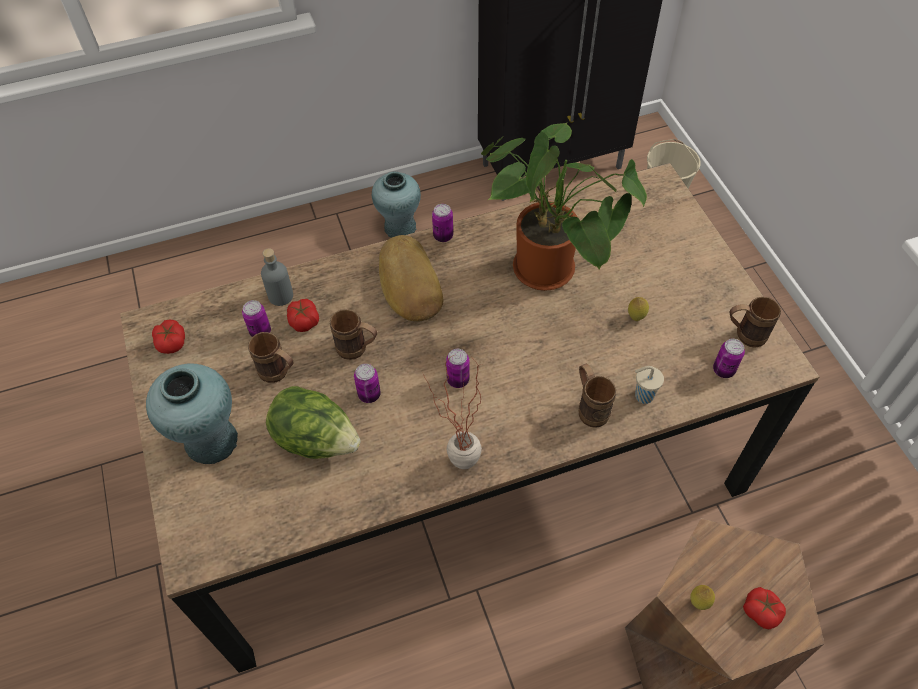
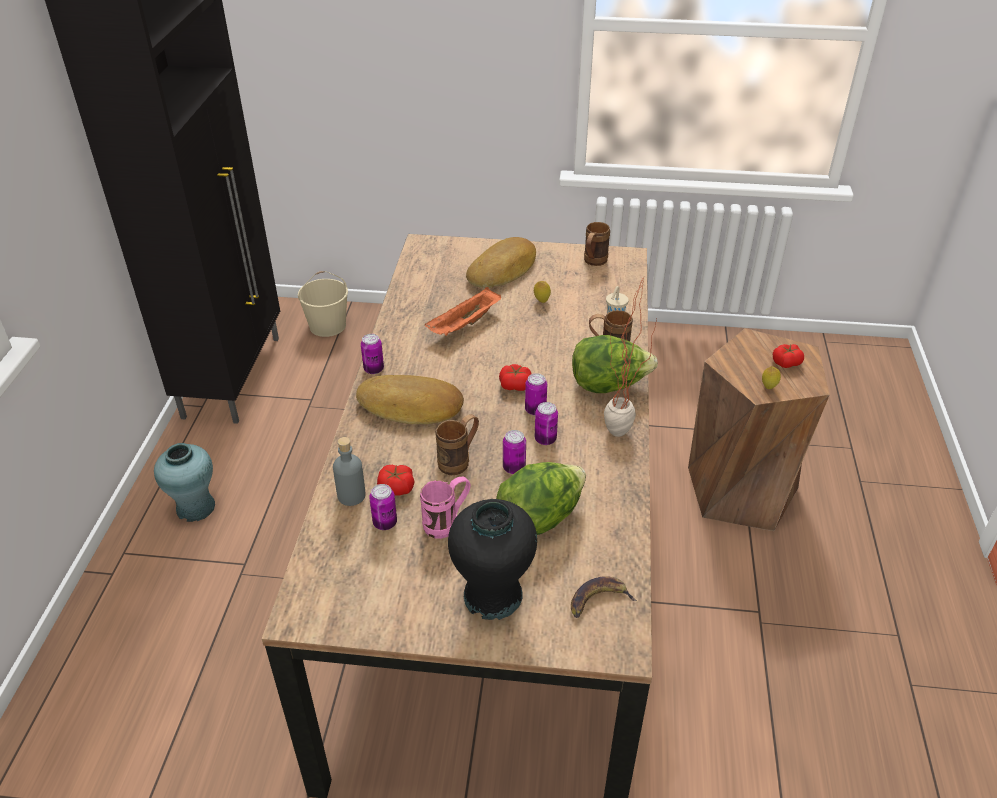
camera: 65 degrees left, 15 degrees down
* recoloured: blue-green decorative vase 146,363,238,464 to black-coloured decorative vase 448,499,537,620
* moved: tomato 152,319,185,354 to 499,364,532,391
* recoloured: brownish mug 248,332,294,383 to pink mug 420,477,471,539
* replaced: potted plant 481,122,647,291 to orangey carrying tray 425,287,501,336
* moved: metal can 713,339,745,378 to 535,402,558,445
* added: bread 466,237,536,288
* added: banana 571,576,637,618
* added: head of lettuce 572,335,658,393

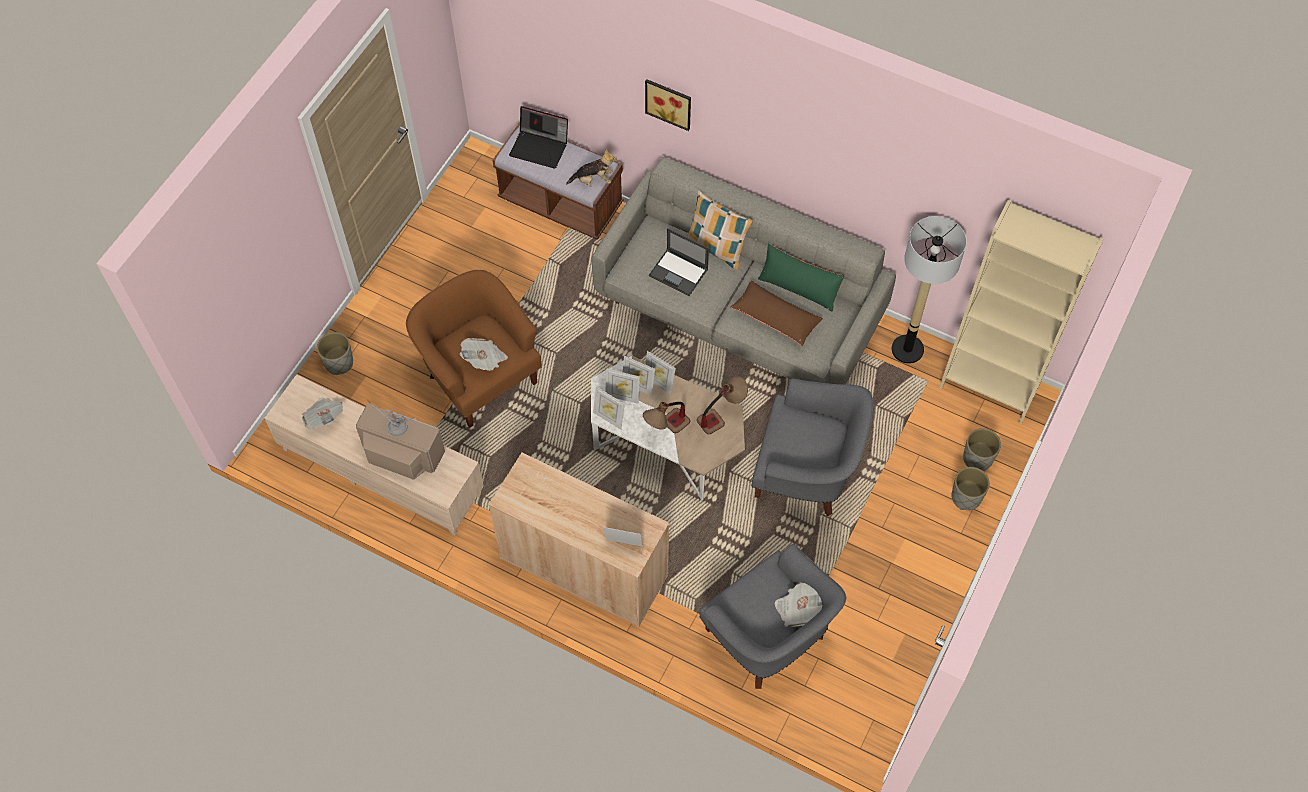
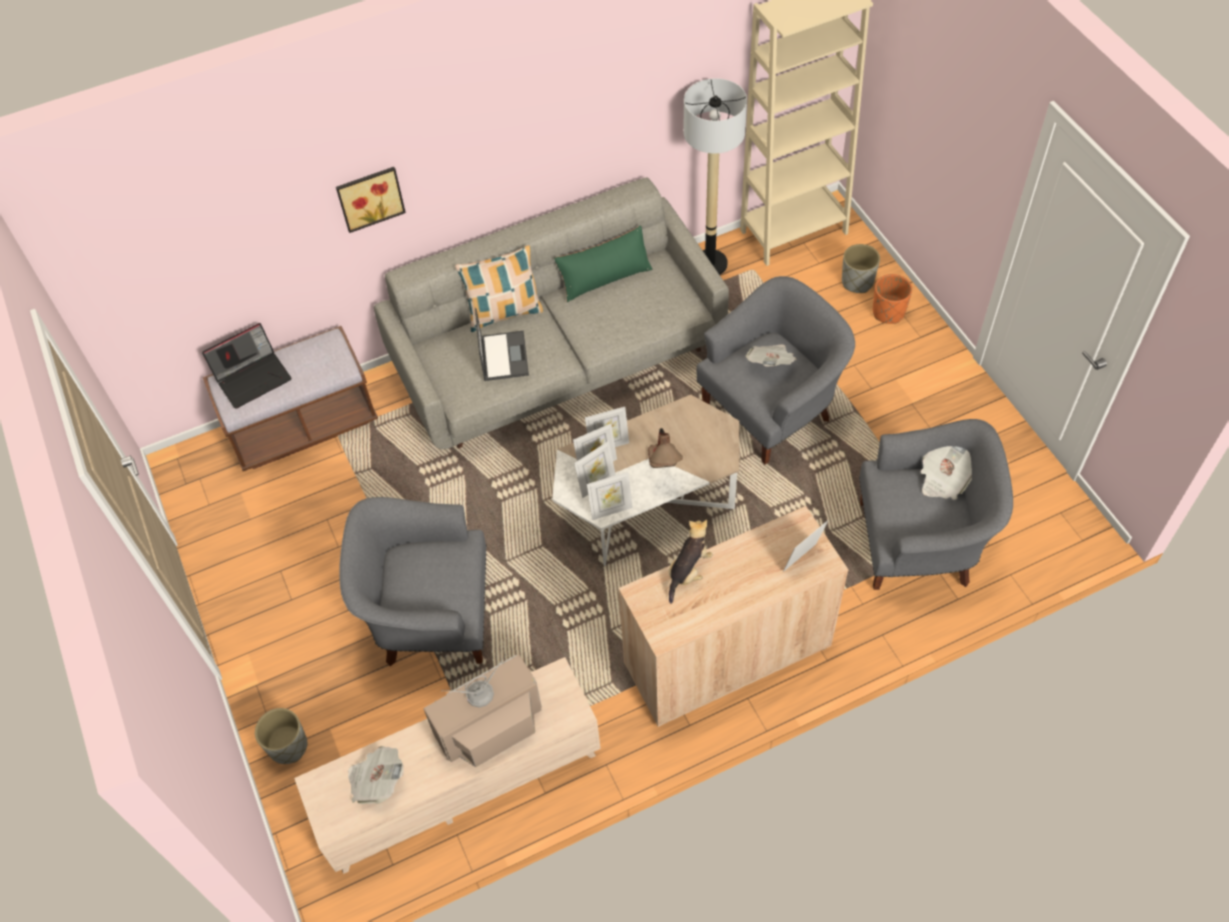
camera: 50 degrees left, 5 degrees down
* recoloured: brownish easy chair 406,270,542,428 to greyish easy chair 339,497,487,666
* moved: daily paper 459,338,508,371 to 746,344,797,367
* moved: cuddly toy 566,150,617,187 to 669,520,713,604
* turned: portable computer 649,228,709,296 = 475,308,529,381 75 degrees counterclockwise
* removed: tabletop lamp 697,376,748,434
* removed: brownish cushion 730,281,823,346
* recoloured: greyish plant pot 951,467,990,510 to orangey plant pot 873,274,912,324

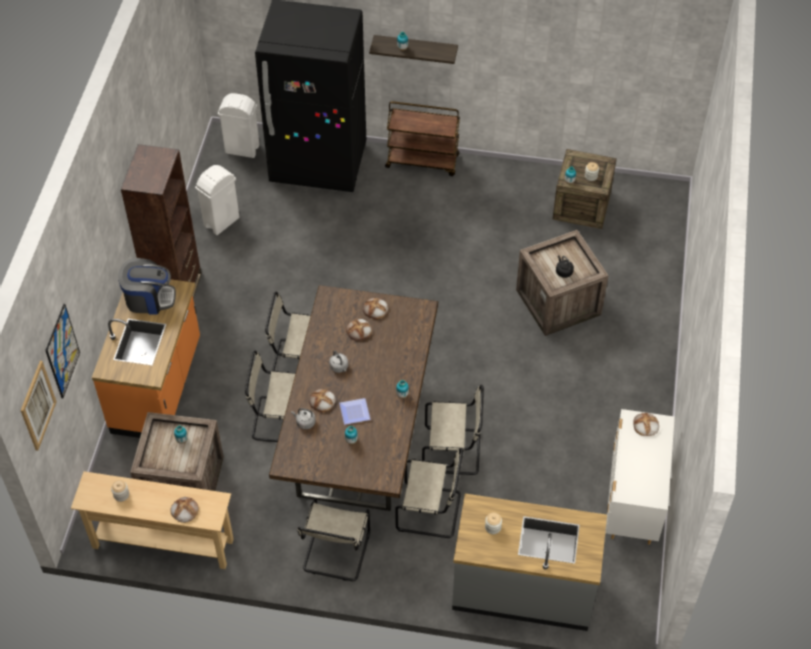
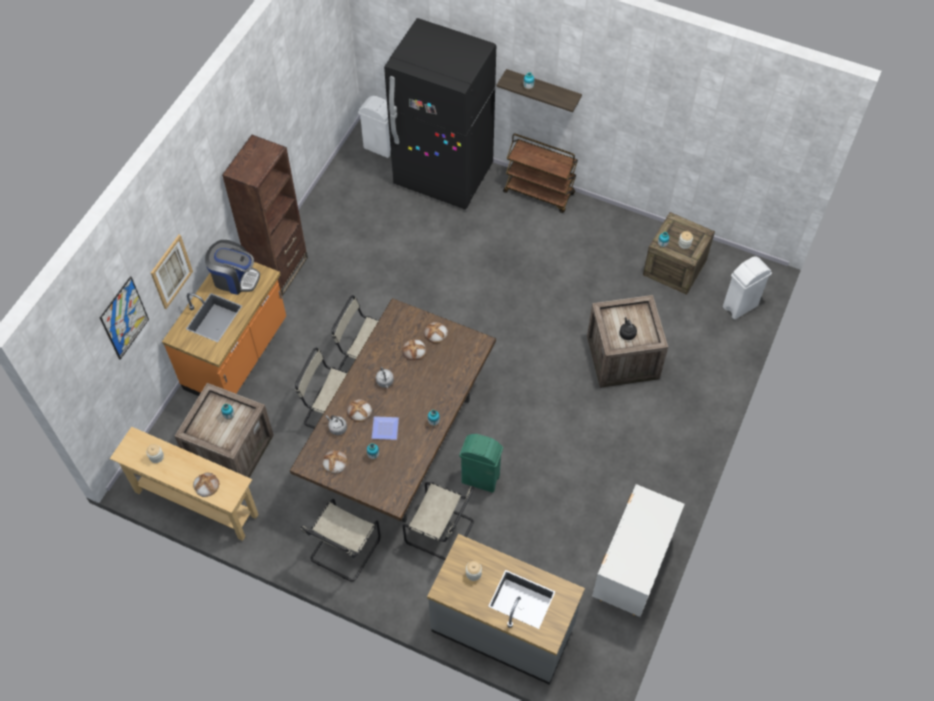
camera: 15 degrees right, 5 degrees up
* moved: picture 20,361,57,451 to 151,235,193,309
* moved: white trash can 195,165,239,235 to 723,257,772,320
* replaced: beige plain chair 422,385,484,475 to greenish trash can 459,434,503,493
* moved: bread 633,413,659,436 to 322,450,347,474

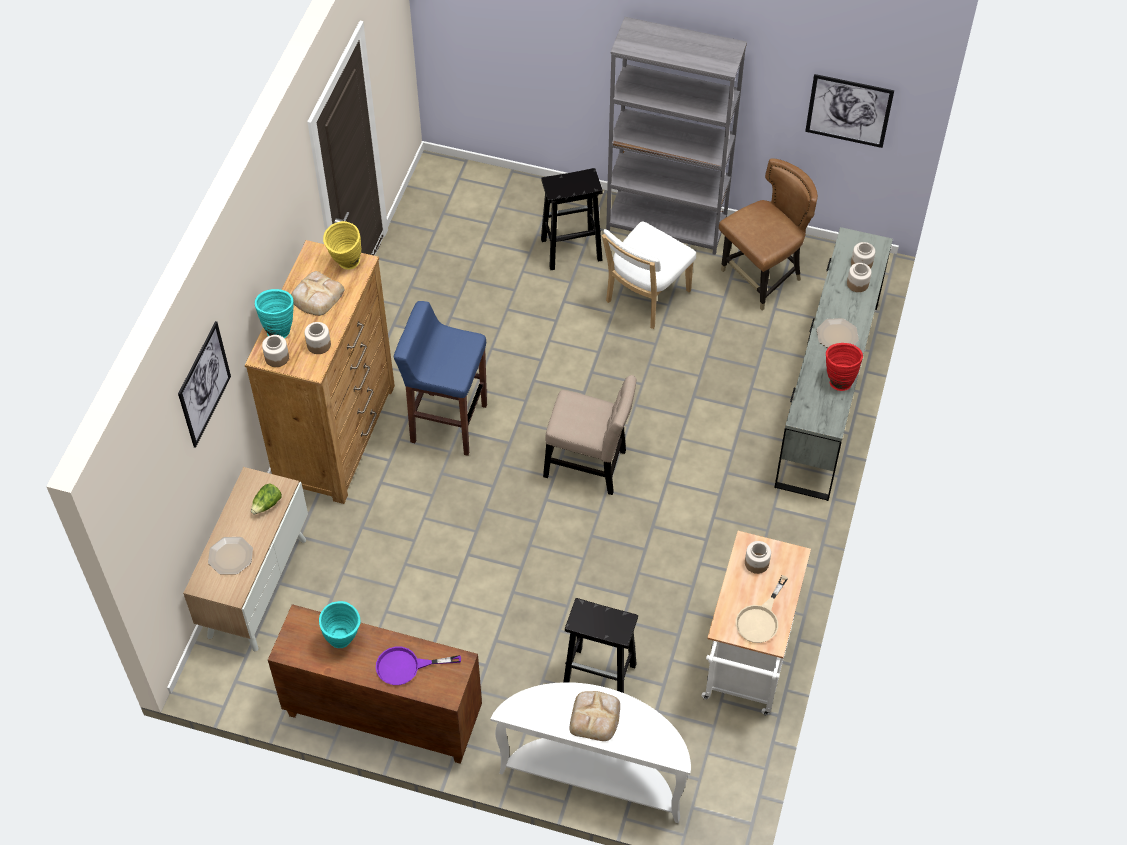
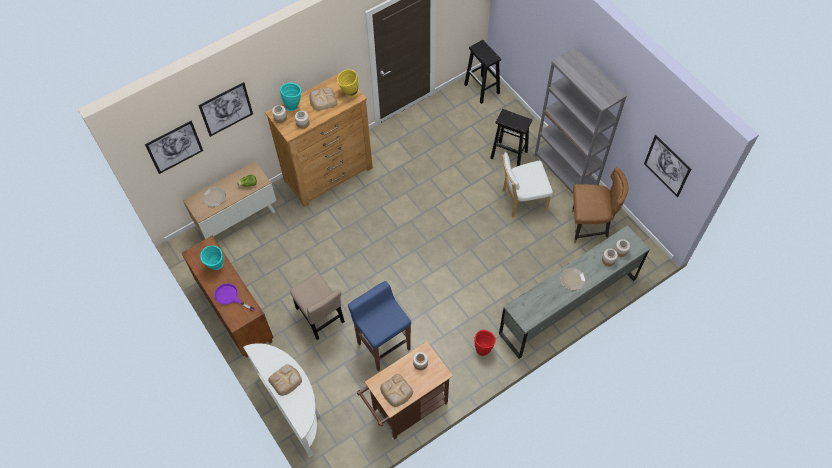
camera: 40 degrees right, 5 degrees up
* moved: blue-coloured stool 394,301,487,456 to 348,281,411,371
* moved: beige plain chair 543,375,637,495 to 290,272,345,340
* moved: black-coloured stool 563,598,638,693 to 464,40,501,104
* recoloured: white cart 702,531,811,716 to brownish cart 357,342,453,439
* replaced: beige skillet 736,575,788,643 to bread 380,374,413,407
* moved: reddish decorative vase 826,343,863,391 to 475,330,496,356
* added: picture 145,121,203,174

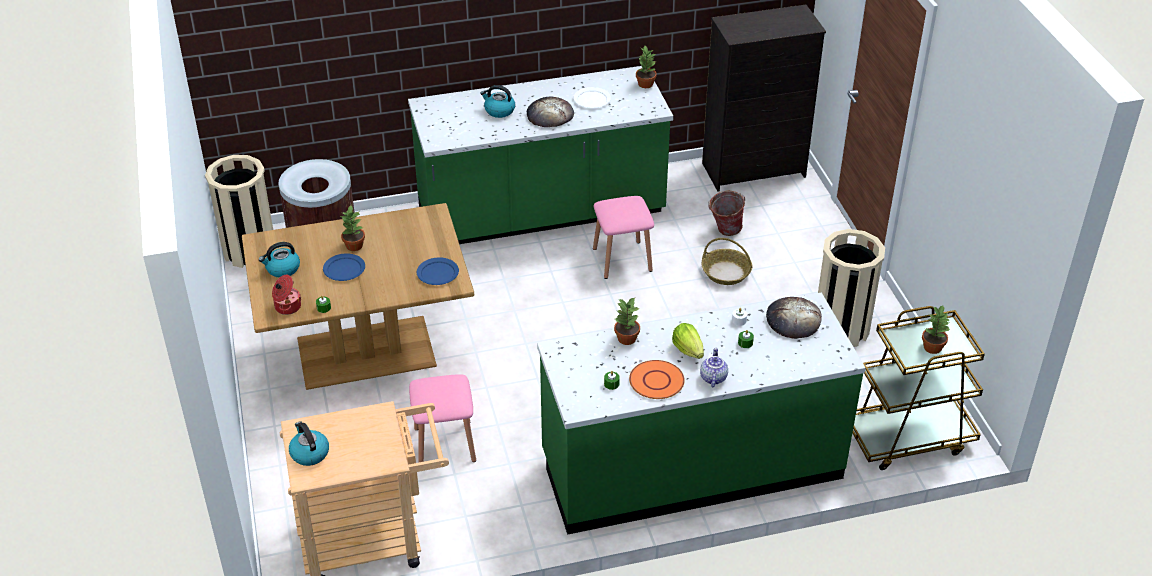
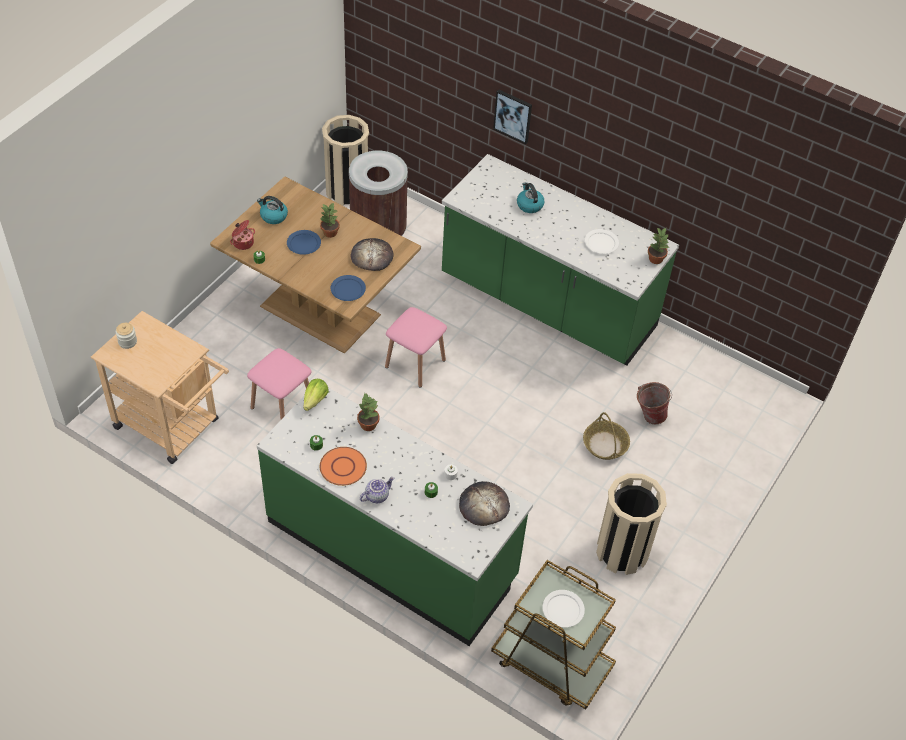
camera: 45 degrees right, 10 degrees up
* replaced: water kettle 289,421,329,466 to preserve jar 116,323,137,349
* moved: bread 527,97,574,127 to 350,238,394,271
* moved: pink stool 593,196,654,279 to 385,307,447,388
* moved: head of lettuce 672,323,704,359 to 303,379,329,411
* removed: black-coloured dresser 702,5,826,191
* replaced: potted plant 922,306,950,354 to white flat dish 543,590,585,628
* added: picture 493,89,532,144

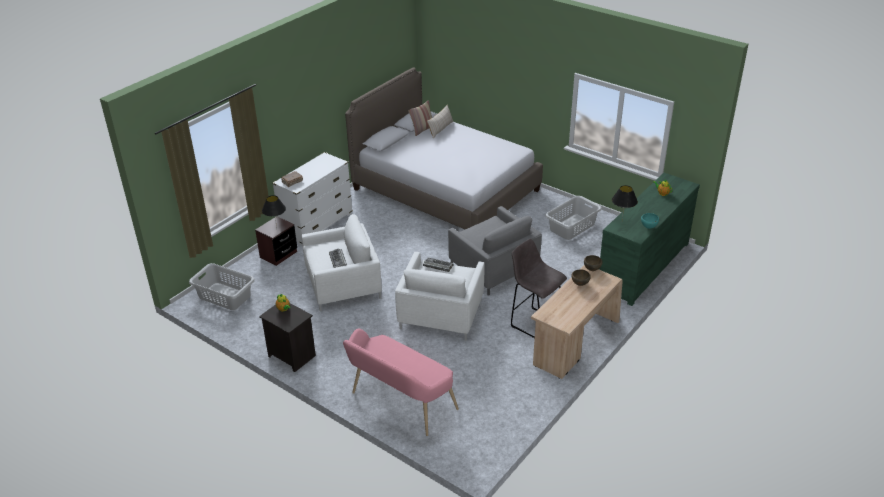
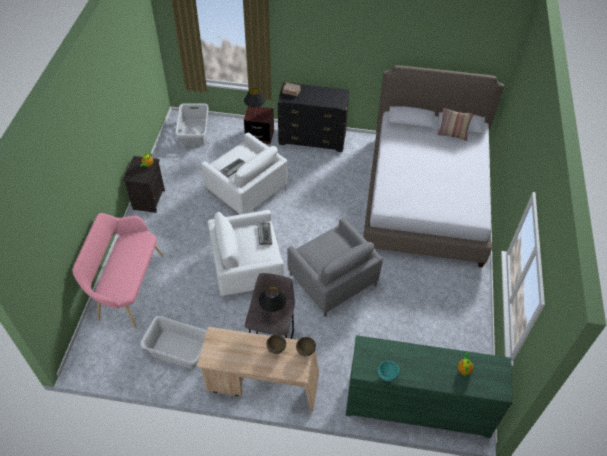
camera: 60 degrees right, 15 degrees up
* recoloured: white dresser 273,152,353,246 to black-coloured dresser 277,82,350,152
* removed: beige cushion 427,105,453,139
* turned: greyish easy chair 448,206,542,296 = 287,218,383,317 60 degrees counterclockwise
* moved: greyish hamper 545,196,602,240 to 140,316,207,369
* moved: black-coloured tabletop lamp 612,185,638,219 to 258,286,286,312

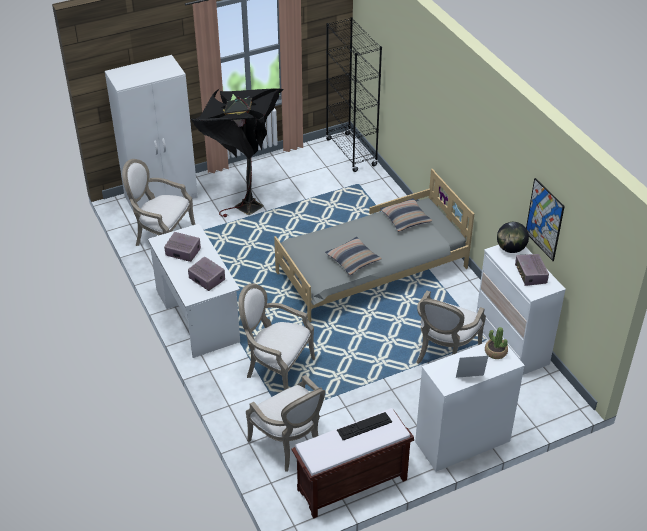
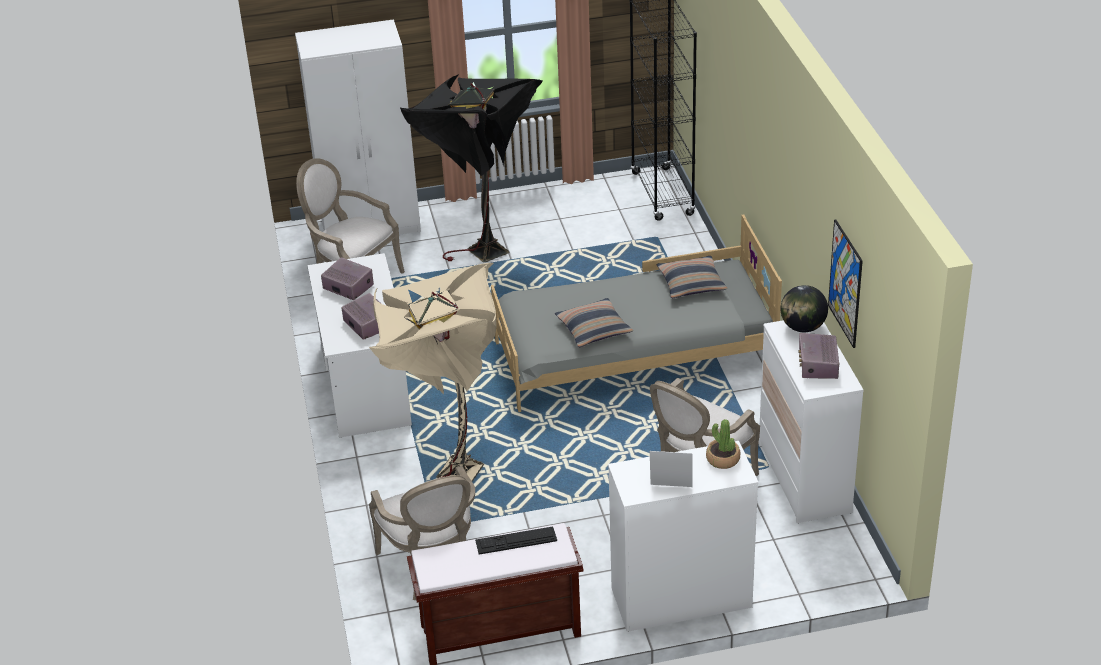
camera: 15 degrees right, 5 degrees down
* replaced: easy chair 238,283,315,390 to beige floor lamp 369,263,496,482

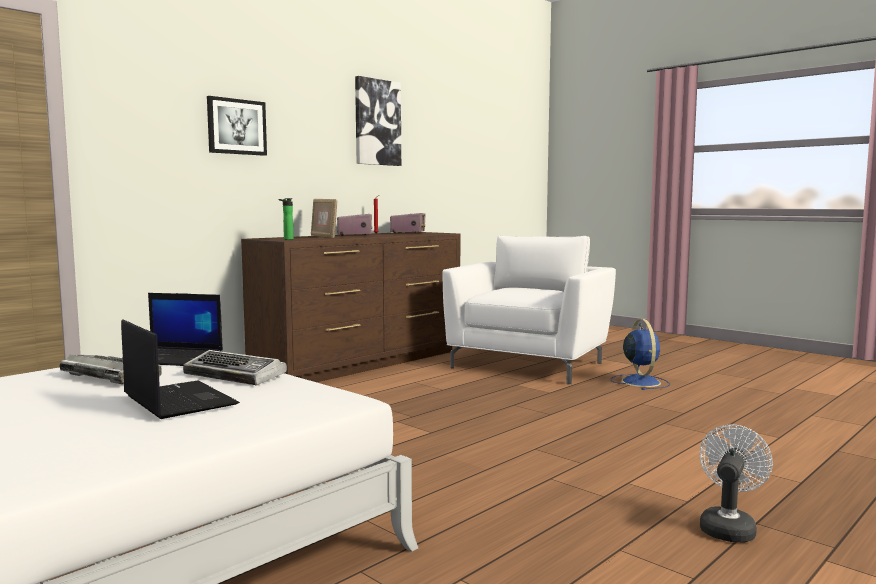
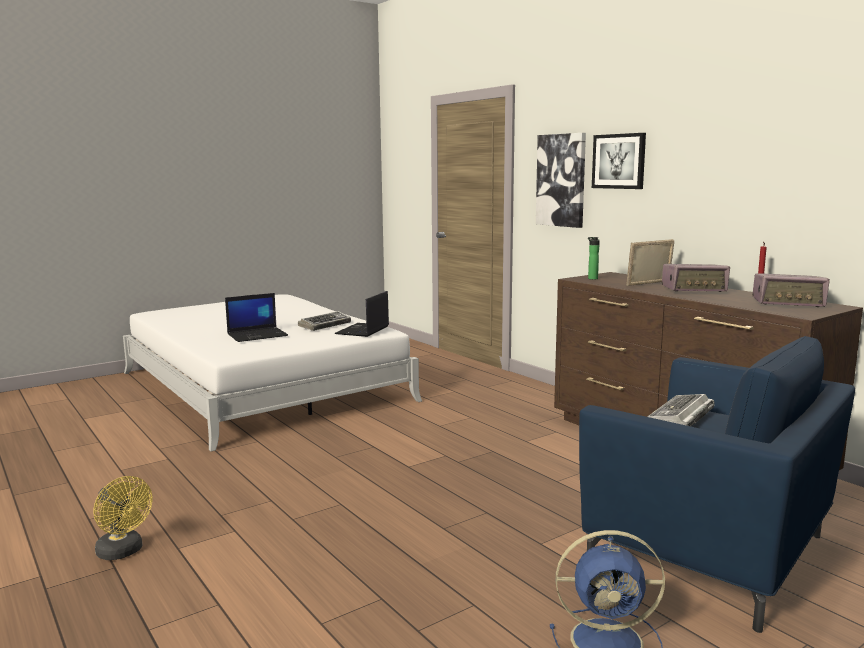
camera: 100 degrees right, 5 degrees up
* moved: computer keyboard 183,350,287,386 to 647,394,715,426
* moved: picture 355,76,401,166 to 536,133,586,228
* recoloured: white easy chair 442,235,616,385 to blue-coloured easy chair 579,336,855,633
* recoloured: white electric fan 699,424,773,542 to yellow electric fan 94,476,152,560

